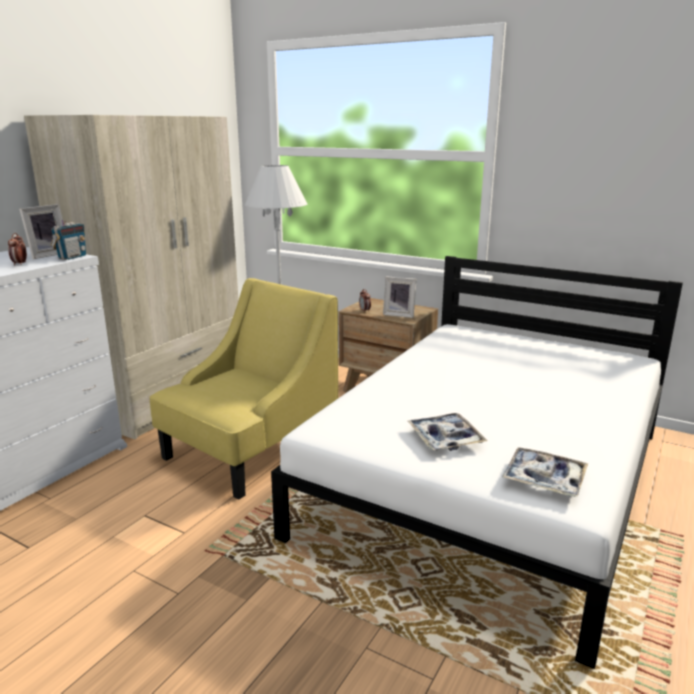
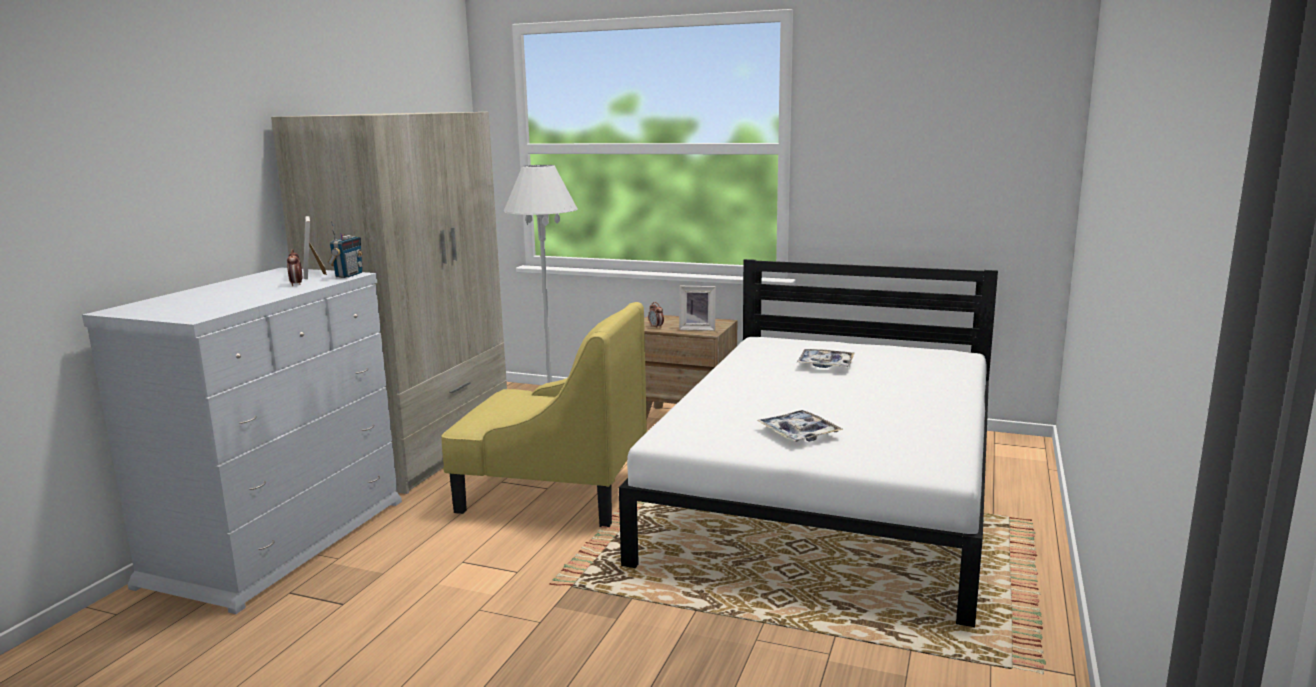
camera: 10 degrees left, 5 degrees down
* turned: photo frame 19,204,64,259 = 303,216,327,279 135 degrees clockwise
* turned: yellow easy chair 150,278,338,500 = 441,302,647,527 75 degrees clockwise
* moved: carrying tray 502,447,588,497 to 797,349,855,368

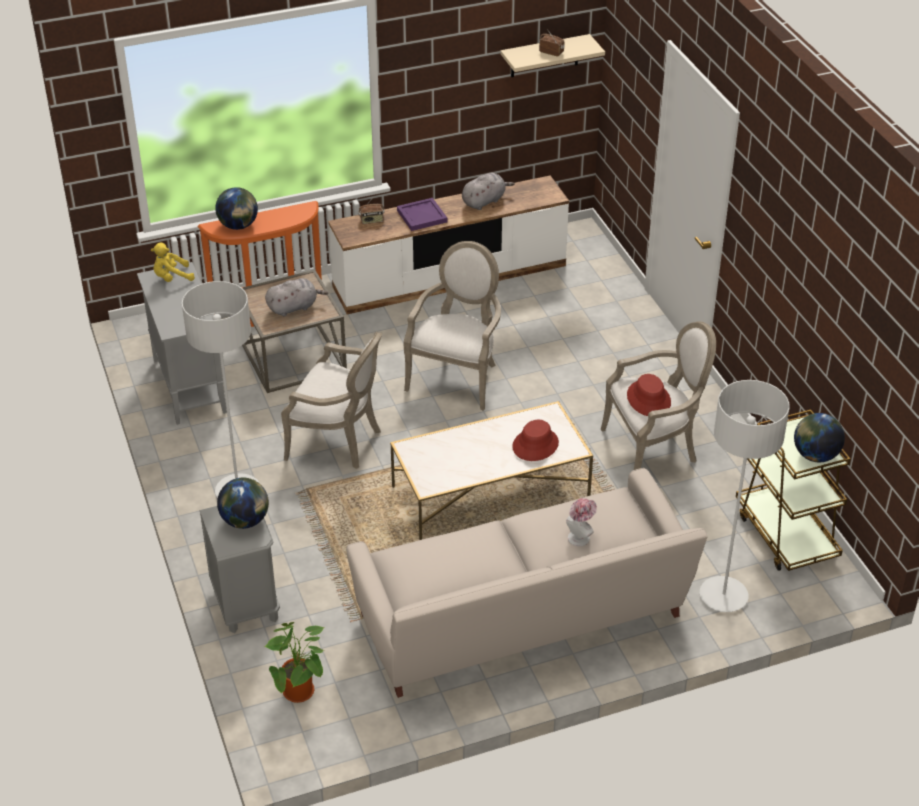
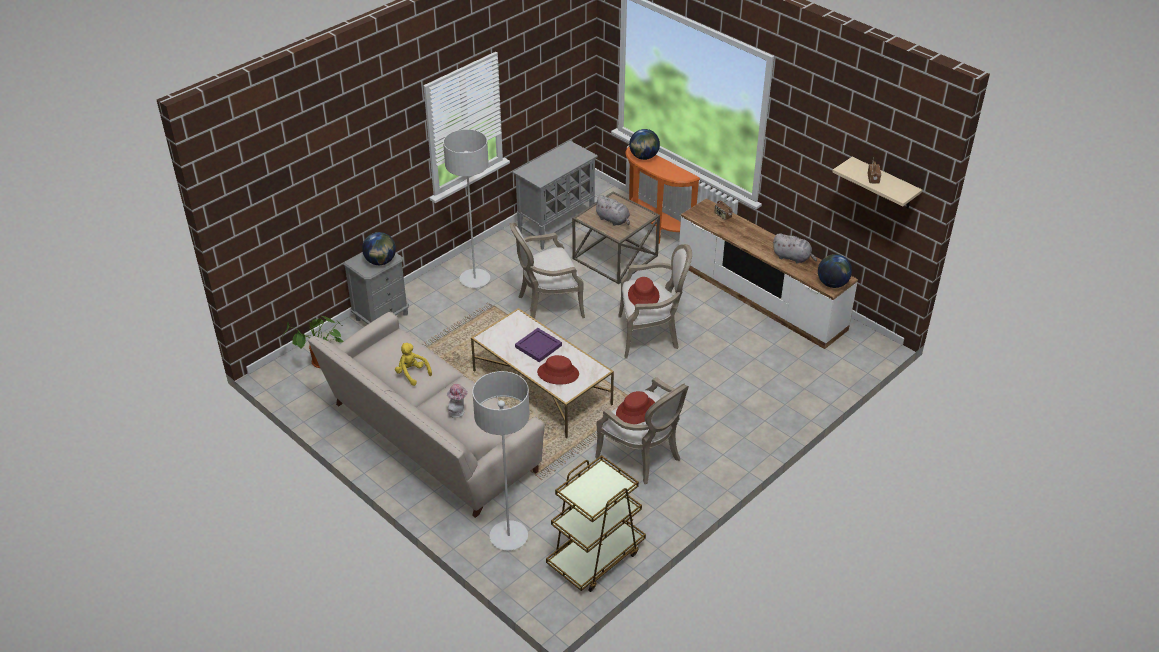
camera: 65 degrees right, 0 degrees up
* moved: yellow cuddly toy 151,243,195,282 to 395,343,432,386
* turned: easy chair 281,331,382,469 = 510,222,585,319 75 degrees clockwise
* moved: purple-coloured carrying tray 397,198,447,231 to 515,328,562,362
* moved: globe 794,413,845,462 to 818,254,852,288
* added: reddish clothing hat 628,277,659,305

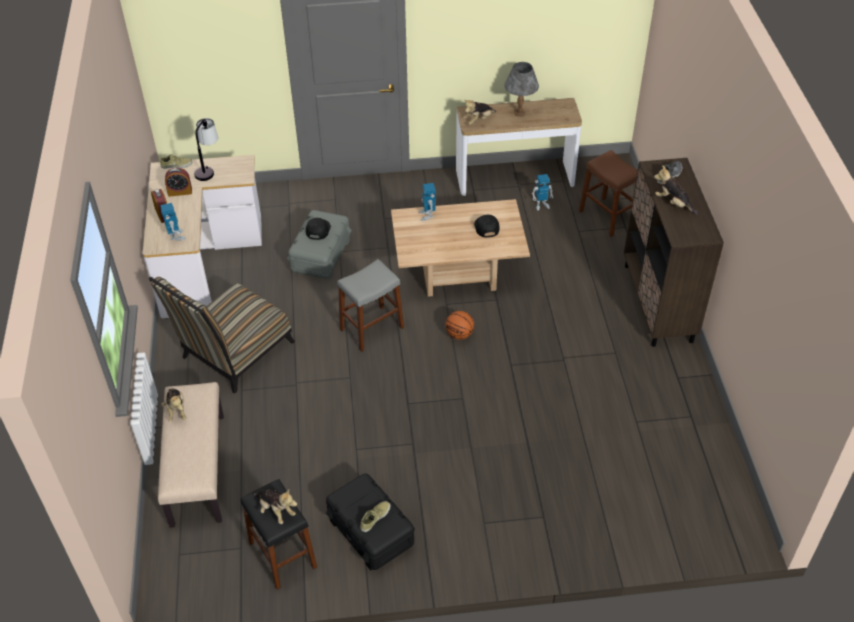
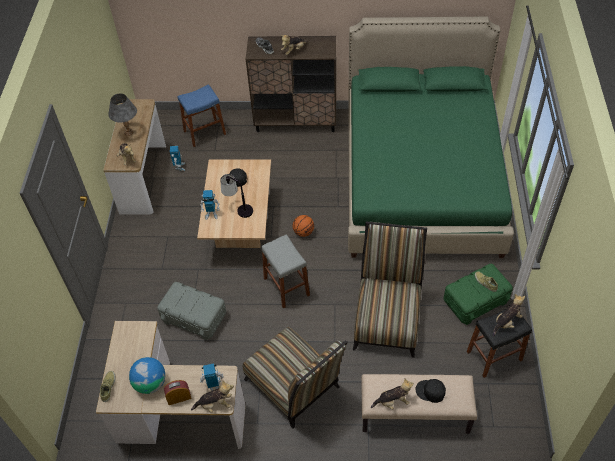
camera: 80 degrees left, 5 degrees up
* replaced: table clock 165,168,192,197 to globe 129,357,165,394
* moved: tabletop lamp 194,118,218,181 to 220,174,253,218
* moved: black-coloured peaked cap 306,218,331,240 to 416,379,446,403
* recoloured: black-coloured storage bin 326,473,415,571 to greenish storage bin 444,264,513,325
* recoloured: brownish stool 579,150,638,237 to blue-coloured stool 177,84,226,147
* added: cuddly toy 191,381,234,413
* added: greenish bed 348,17,514,258
* added: plain chair 353,221,427,358

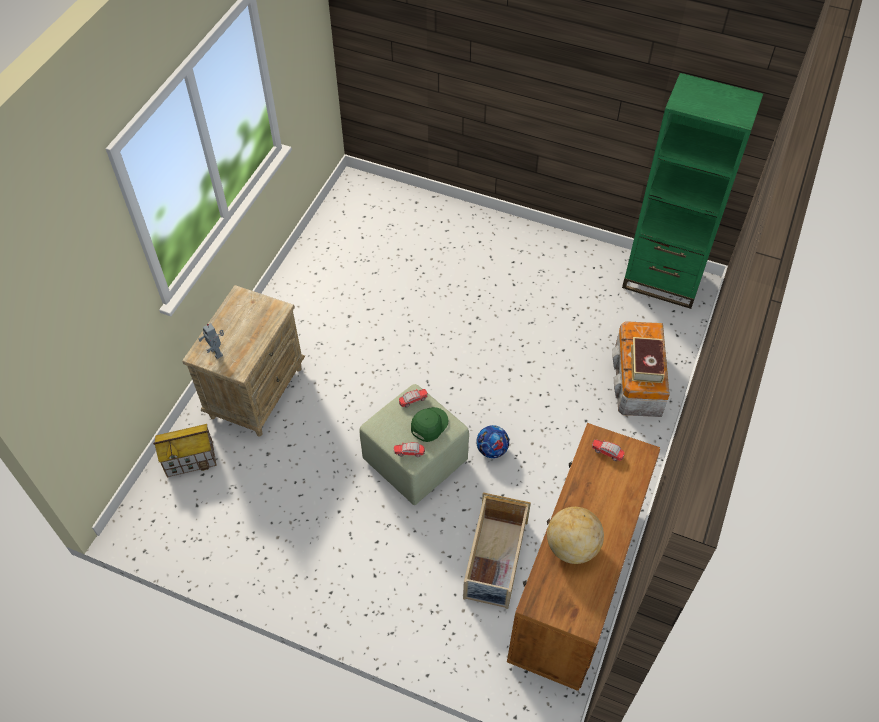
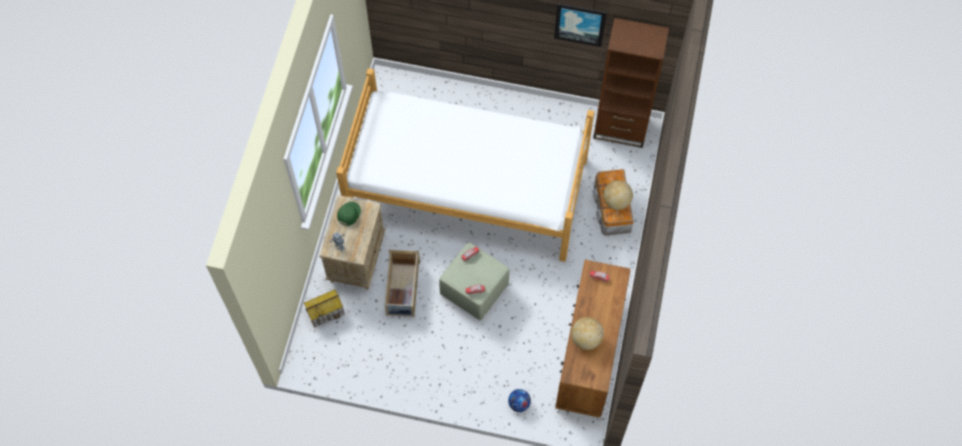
camera: 10 degrees left, 10 degrees up
* moved: greenish peaked cap 411,407,448,442 to 337,202,361,226
* moved: beige storage bin 463,492,531,609 to 384,250,420,317
* moved: football ball 476,425,509,458 to 508,389,531,412
* recoloured: greenish bookcase 622,73,763,309 to brownish bookcase 593,18,669,148
* replaced: volume 631,337,664,383 to globe 603,180,633,210
* added: bed 336,68,595,262
* added: picture 554,3,607,47

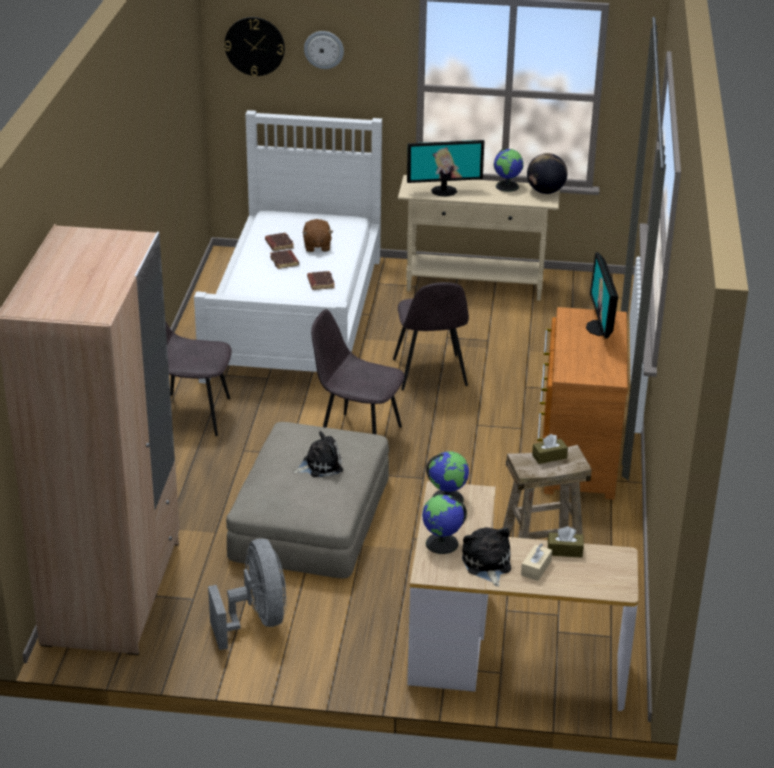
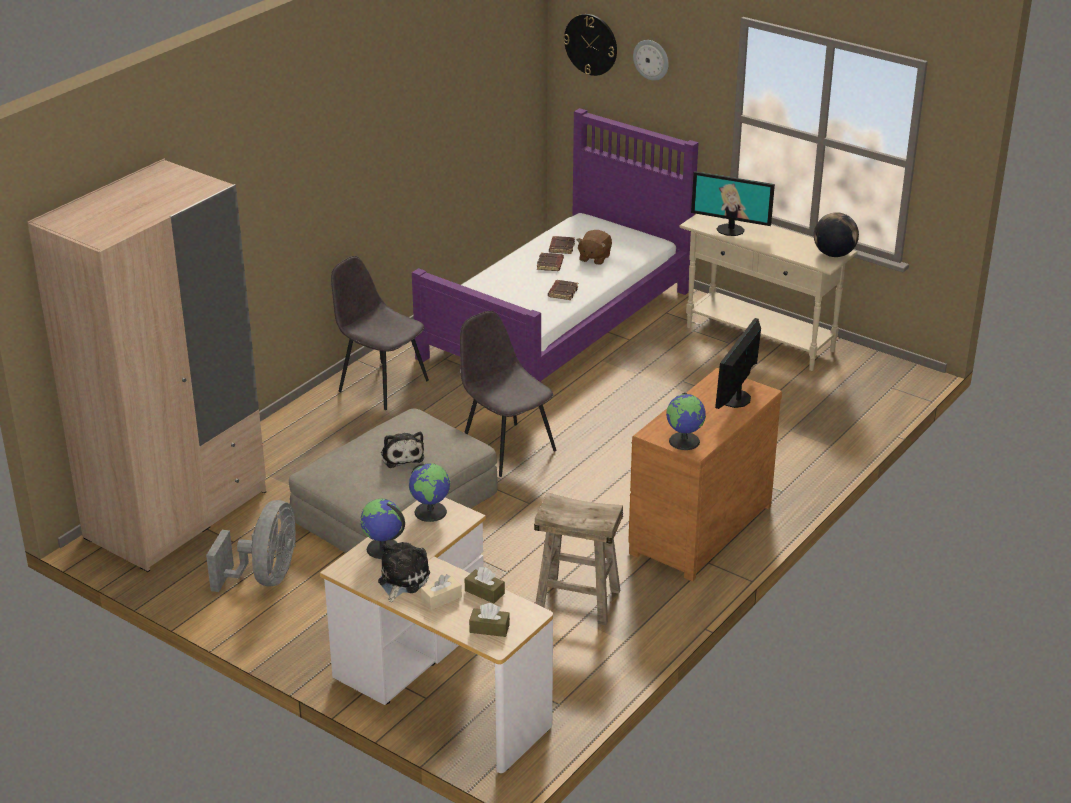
camera: 30 degrees right, 0 degrees up
* recoloured: white bed 194,110,382,383 to purple-coloured bed 412,108,699,382
* turned: cuddly toy 292,431,343,477 = 381,432,424,468 60 degrees clockwise
* removed: greyish plain chair 393,282,469,390
* moved: globe 494,148,524,192 to 666,393,706,450
* moved: brownish tissue box 532,434,568,464 to 469,603,510,637

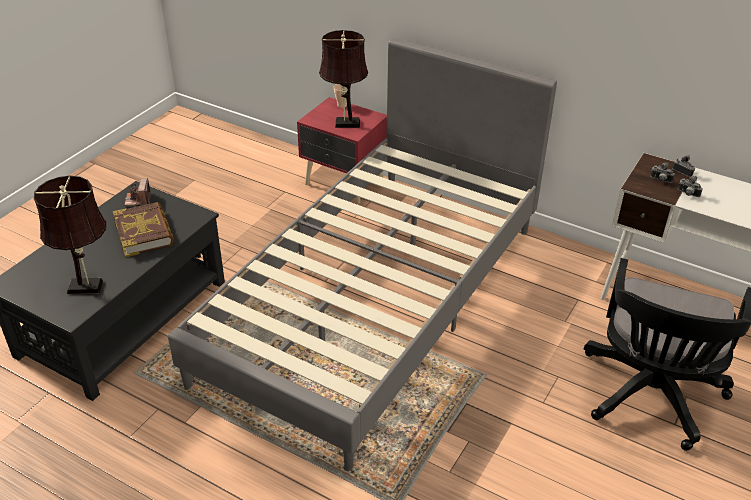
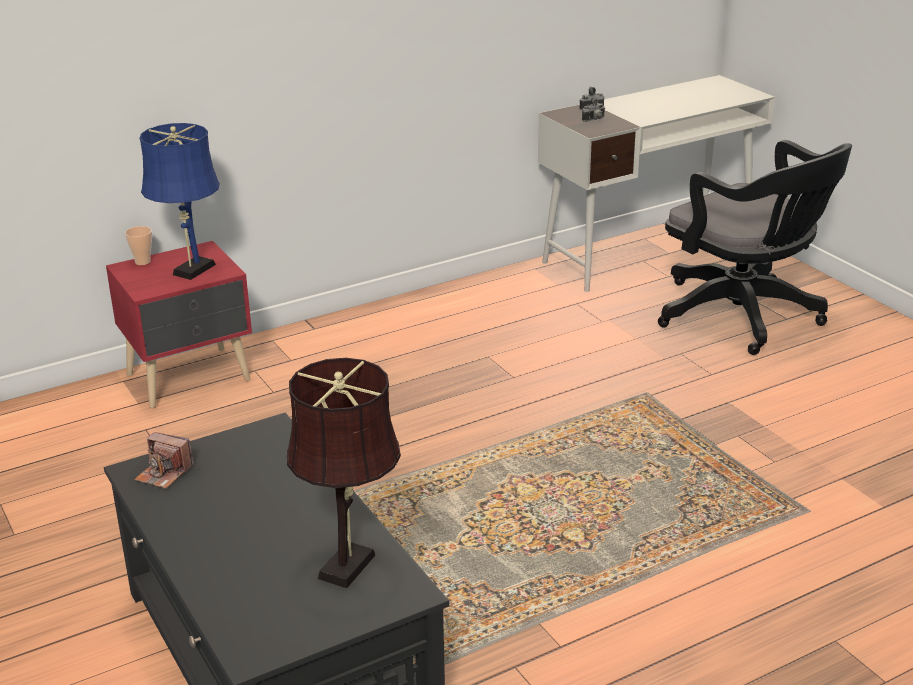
camera: 60 degrees left, 10 degrees down
* removed: volume 113,202,174,257
* removed: greyish bed 168,38,557,471
* recoloured: brownish tabletop lamp 319,30,368,128 to blue-coloured tabletop lamp 139,123,220,280
* removed: still camera 678,176,703,197

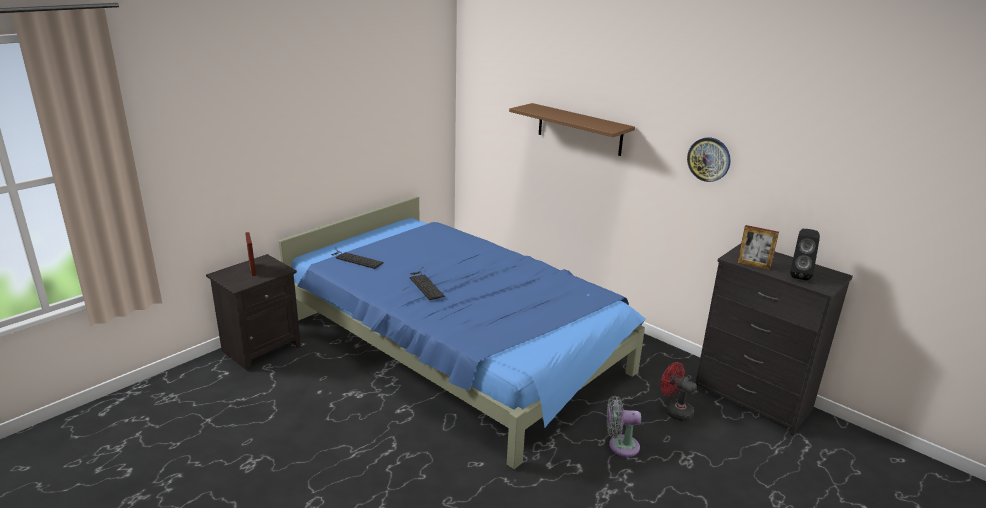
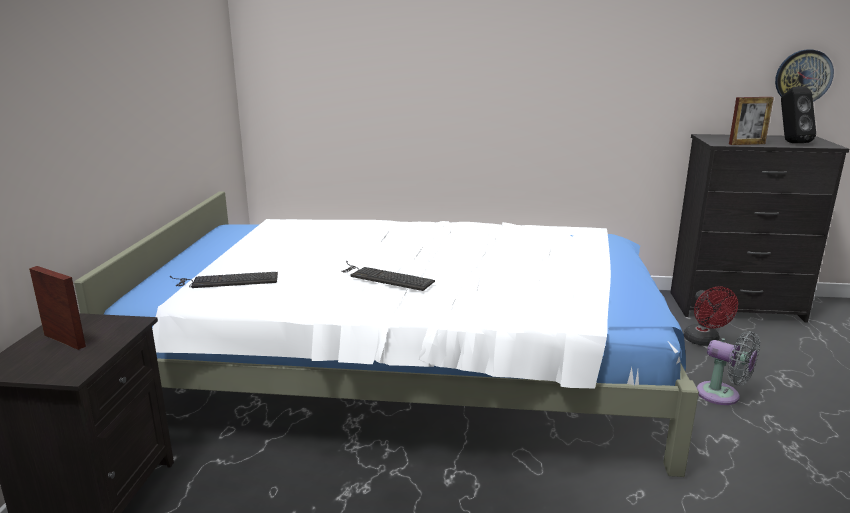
camera: 35 degrees left, 5 degrees down
* recoloured: blue-coloured bed 279,196,646,469 to white bed 74,191,699,477
* removed: brownish bracket shelf 509,103,635,156
* turned: greyish electric fan 607,396,641,457 = 697,331,760,405 105 degrees counterclockwise
* turned: reddish electric fan 660,362,697,421 = 684,286,738,346 105 degrees counterclockwise
* moved: clock on the wall 687,137,731,182 to 775,50,834,102

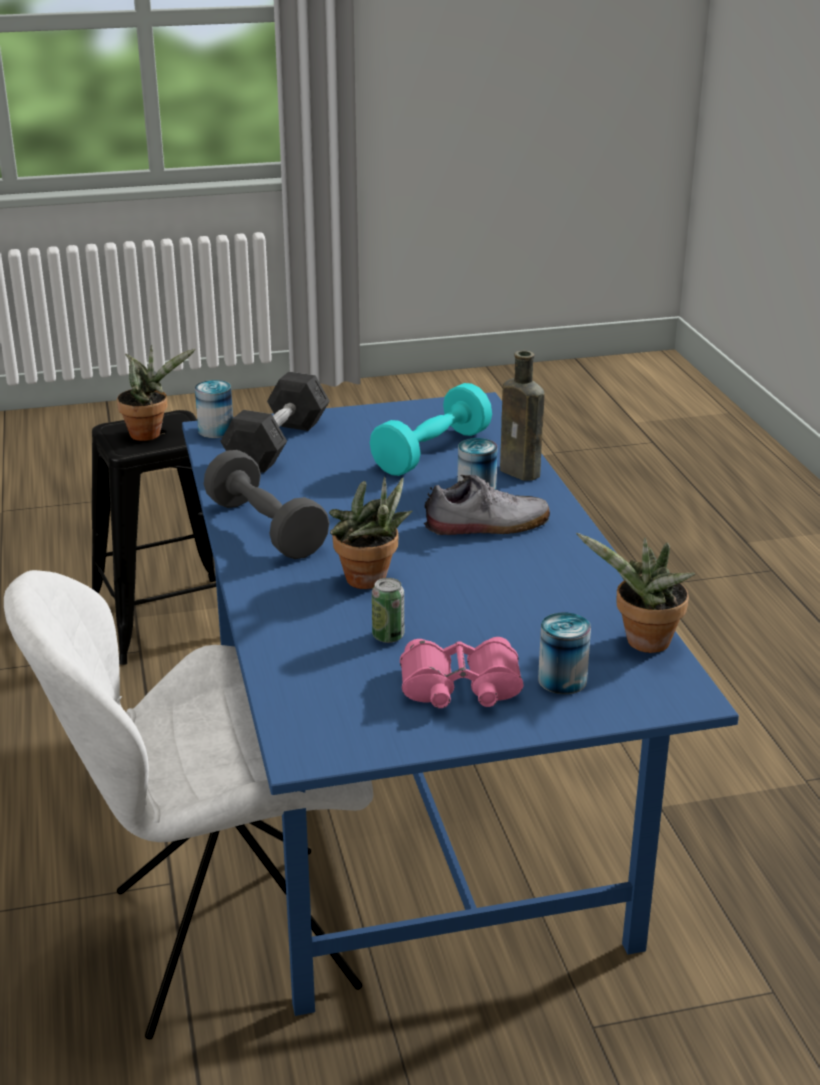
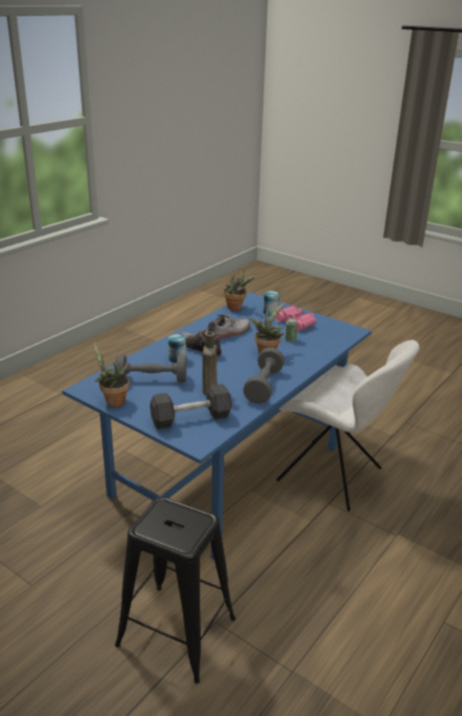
camera: 130 degrees left, 0 degrees up
* moved: potted plant 117,345,195,441 to 93,342,130,407
* removed: metal can 195,380,233,438
* recoloured: blue-green hand weight 370,383,492,476 to greyish hand weight 115,354,187,382
* moved: brownish bottle 500,350,544,480 to 202,331,217,395
* added: shoe 207,314,250,339

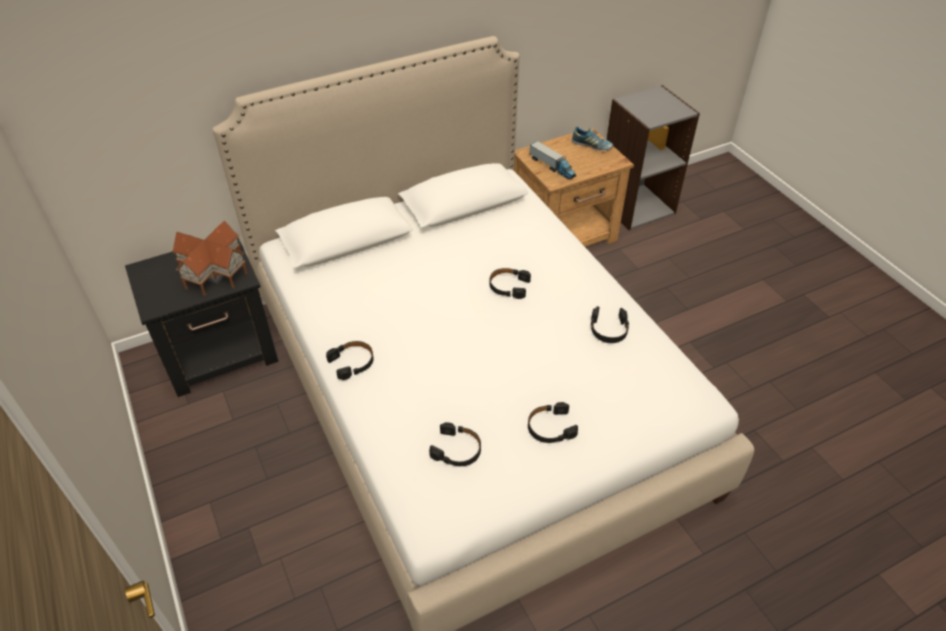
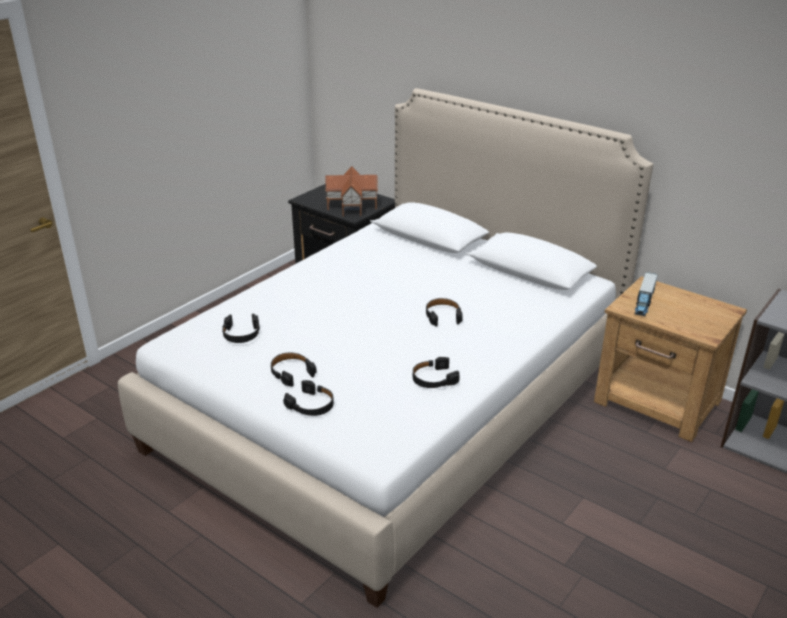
camera: 65 degrees right, 15 degrees down
* moved: black-coloured headset 326,341,374,380 to 283,380,334,416
* removed: shoe 571,127,613,151

